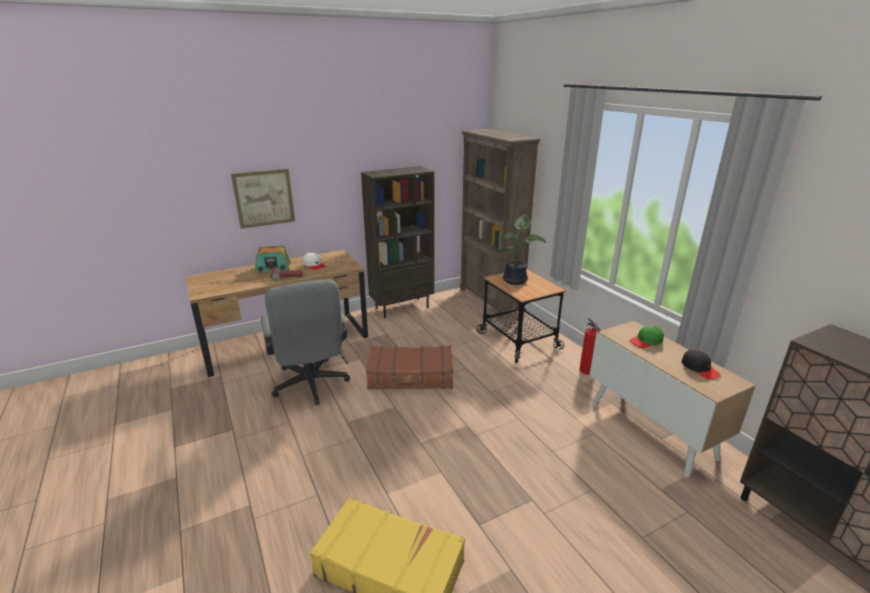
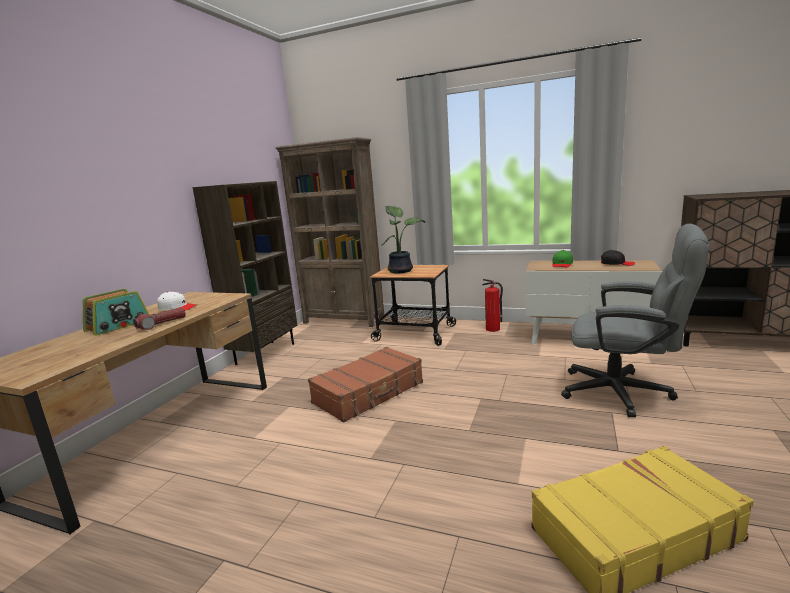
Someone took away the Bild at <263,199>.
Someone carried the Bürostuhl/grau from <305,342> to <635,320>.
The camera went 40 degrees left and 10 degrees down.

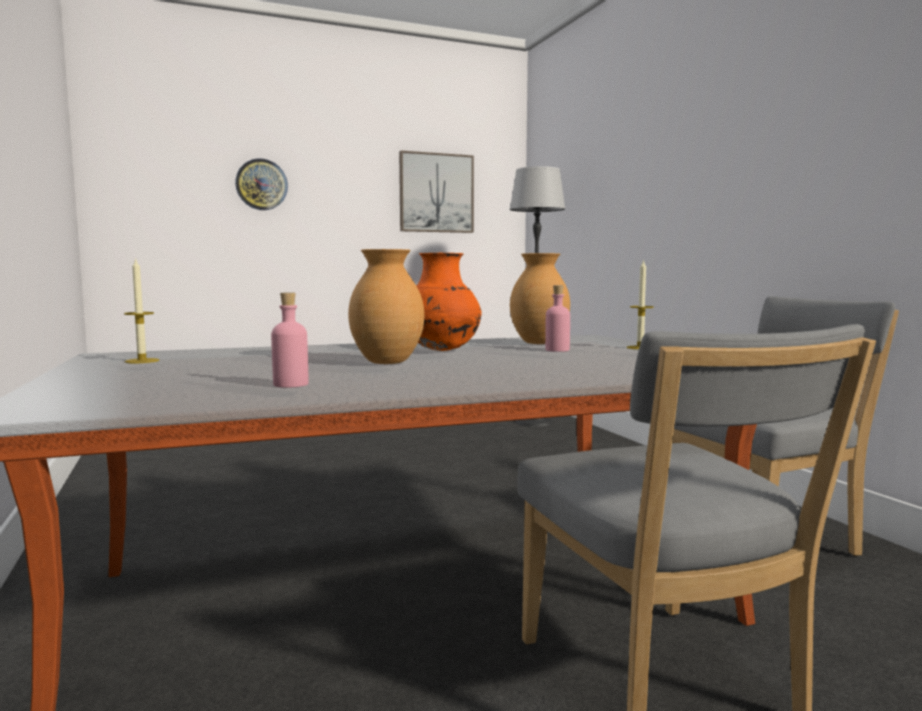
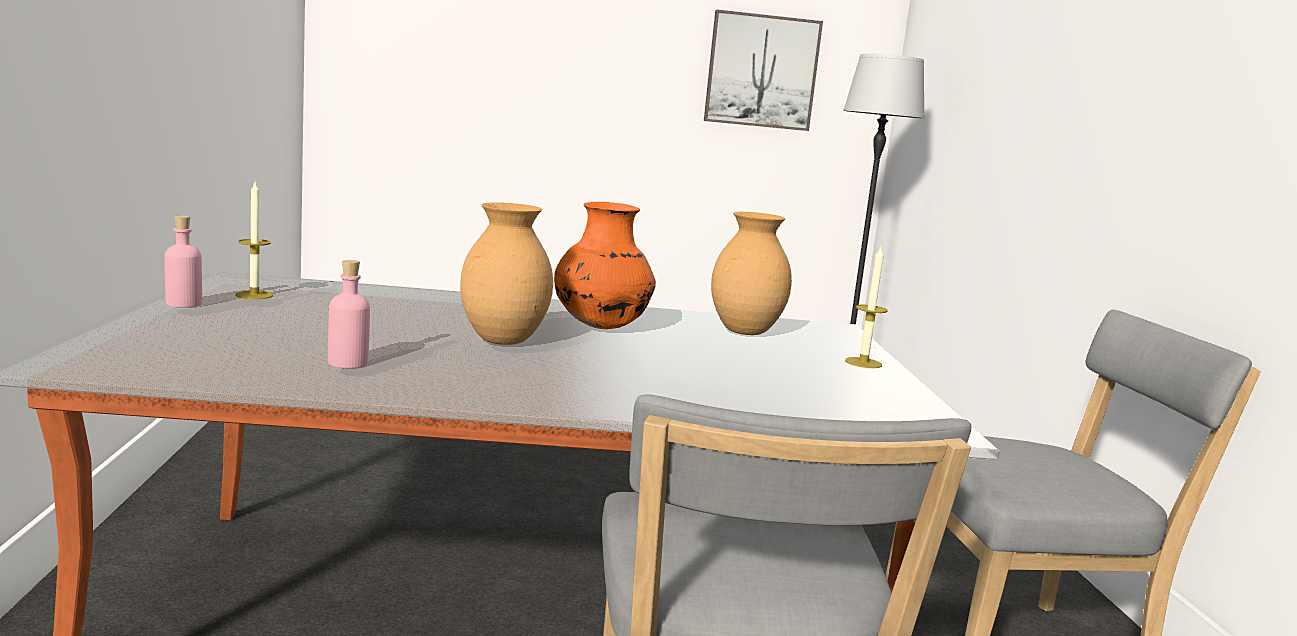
Someone took away the Wanduhr at <261,184>.
Someone carried the Flasche/rosa from <557,318> to <183,262>.
The camera went 15 degrees right and 5 degrees up.

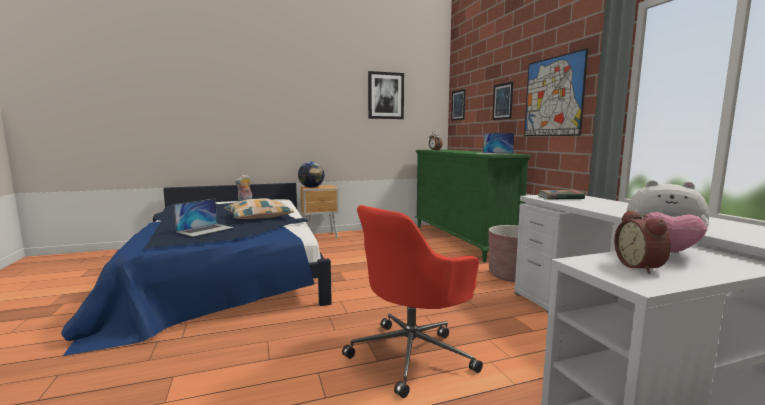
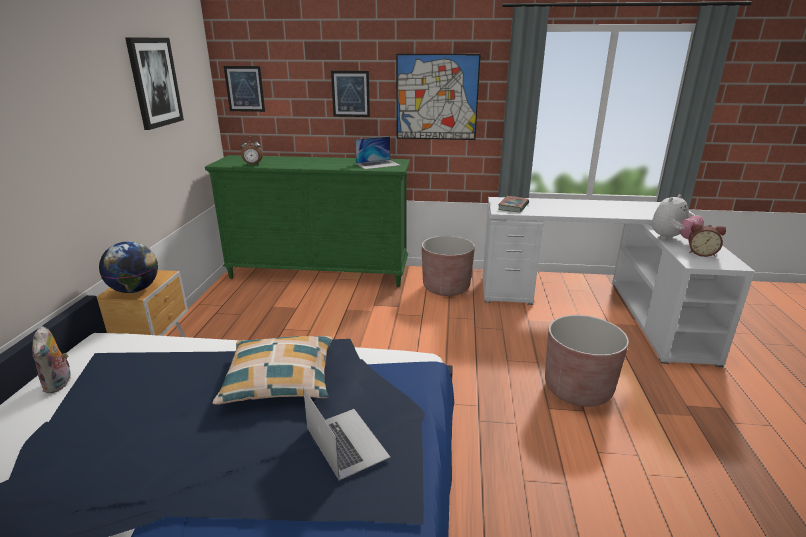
Someone swapped the Bürostuhl/rot at <412,301> for the Pflanzkübel/braun at <587,361>.
The camera went 65 degrees left and 15 degrees up.

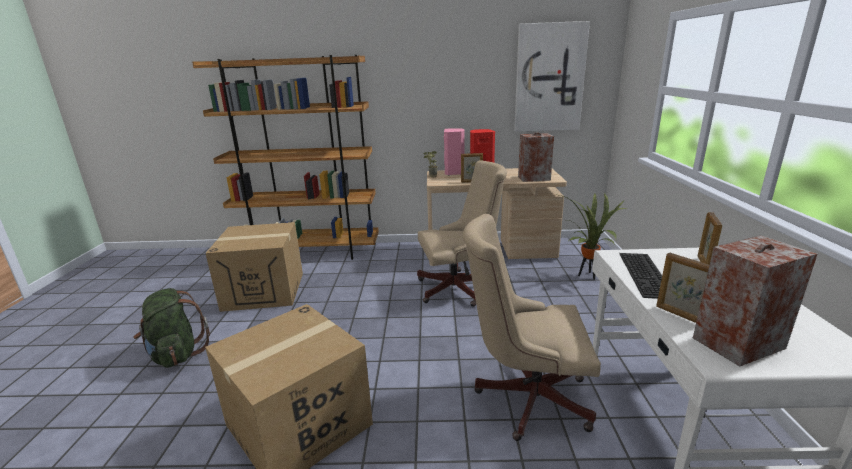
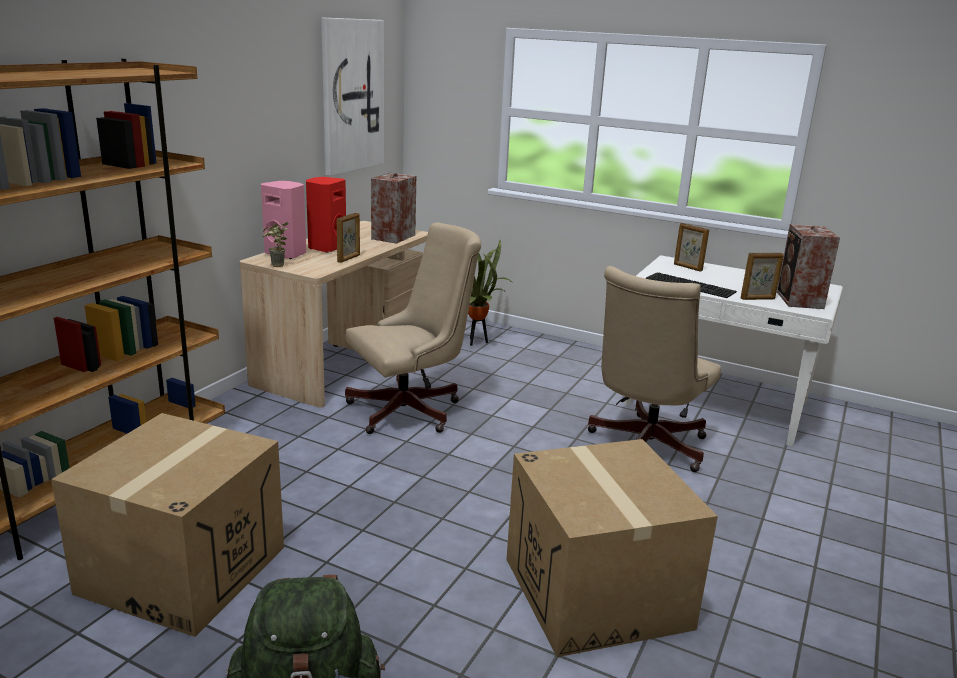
Someone rotated the Bürostuhl/beige at <462,233> by 45 degrees clockwise.
The camera went 65 degrees left and 0 degrees up.

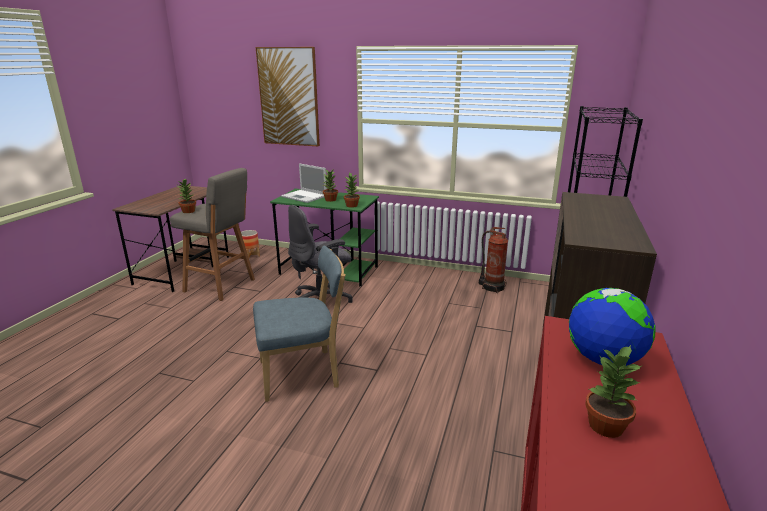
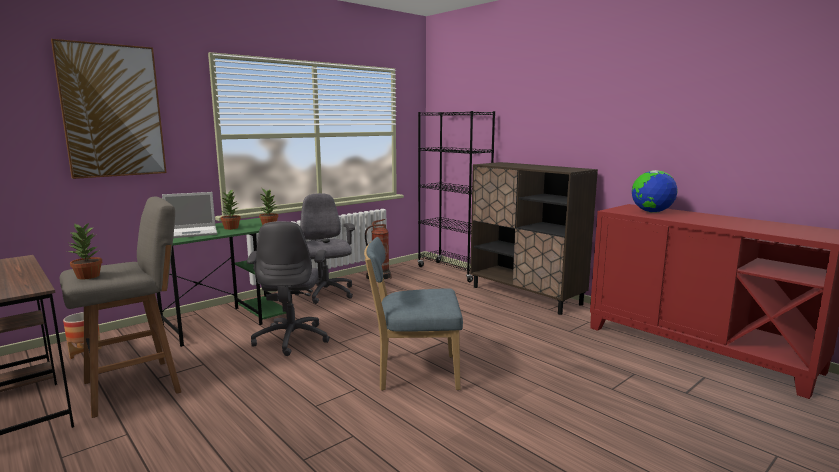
Someone took away the Topfpflanze at <614,391>.
Someone put down the Bürostuhl/grau at <325,248>.
Someone rotated the Stuhl/blau at <299,324> by 105 degrees counterclockwise.
The camera went 60 degrees left and 10 degrees down.

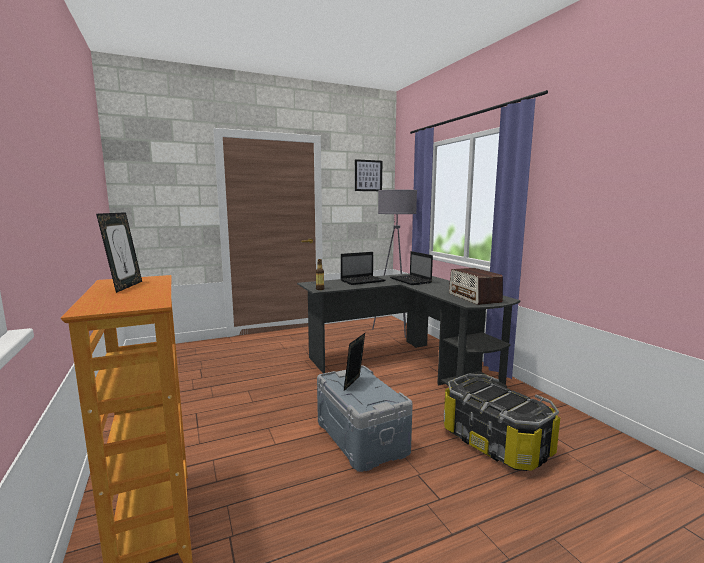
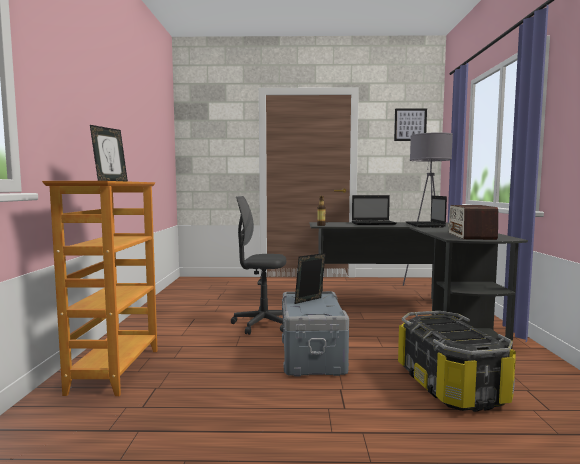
Someone put down the Bürostuhl/grau at <258,265>.
The camera went 25 degrees right and 5 degrees down.

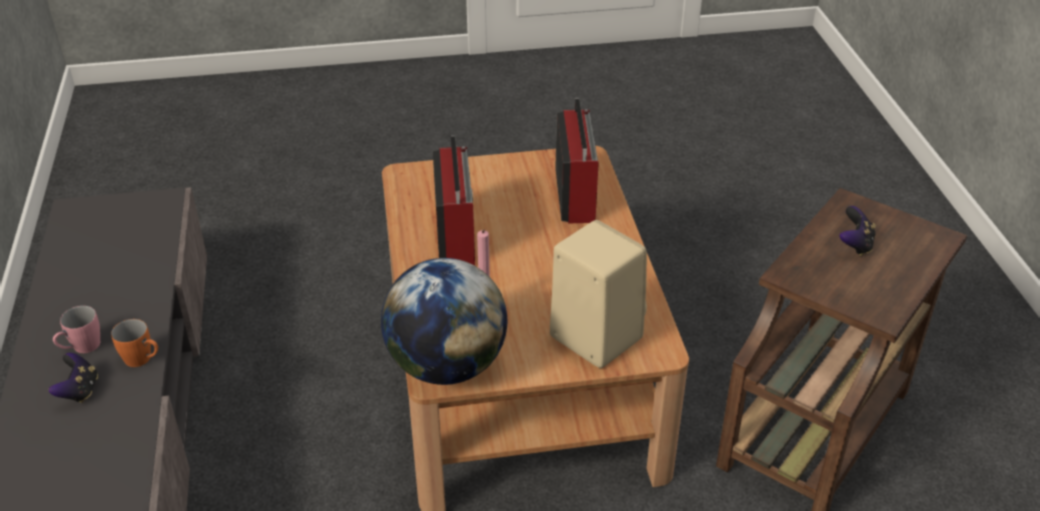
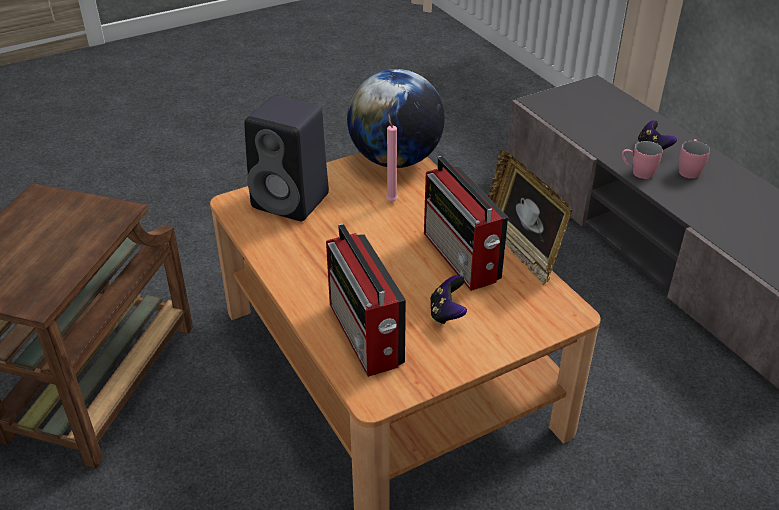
Someone put down the Bilderrahmen at <530,217>.
Someone carried the Gamepad from <858,231> to <448,300>.
Someone repainted the Henkelbecher/orange at <134,343>, which became the Henkelbecher/rosa at <642,160>.
Someone repainted the Lautsprecher/beige at <598,294>, which became the Lautsprecher/schwarz at <286,158>.
The camera went 160 degrees right and 0 degrees up.

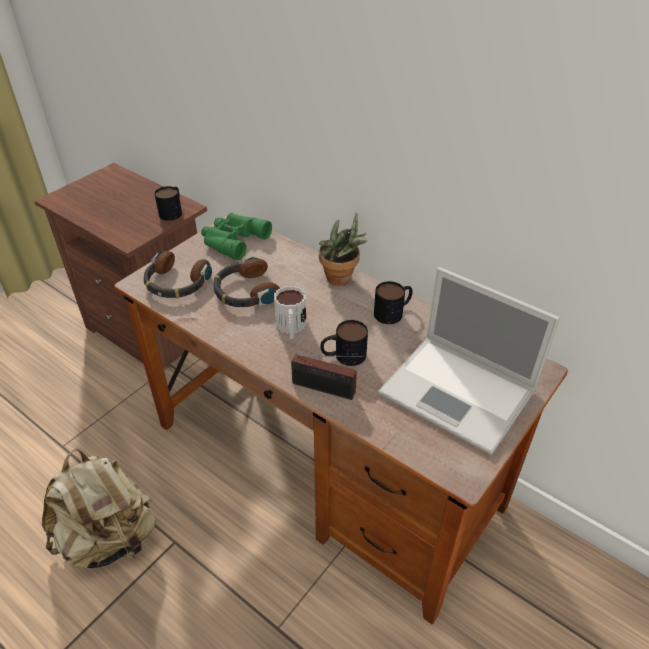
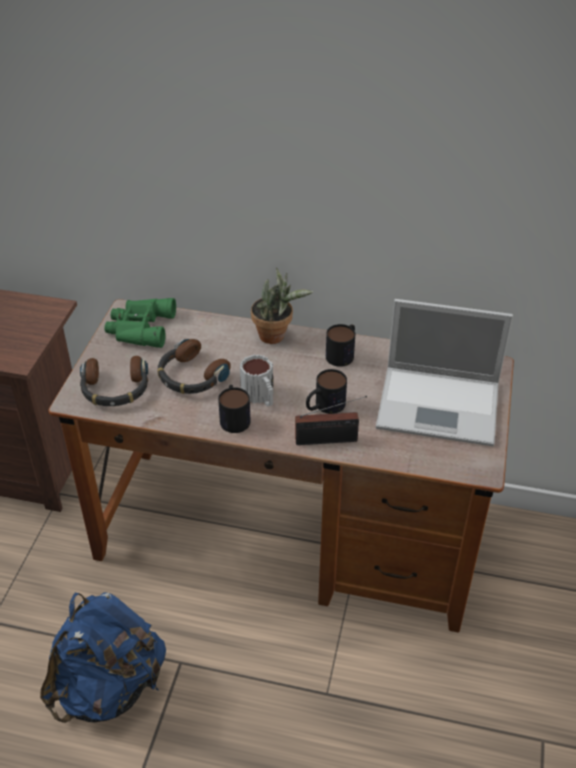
Someone carried the Henkelbecher from <168,203> to <234,409>.
Someone repainted the Rucksack/beige at <99,508>, which became the Rucksack/blau at <103,658>.
The camera went 25 degrees left and 0 degrees up.

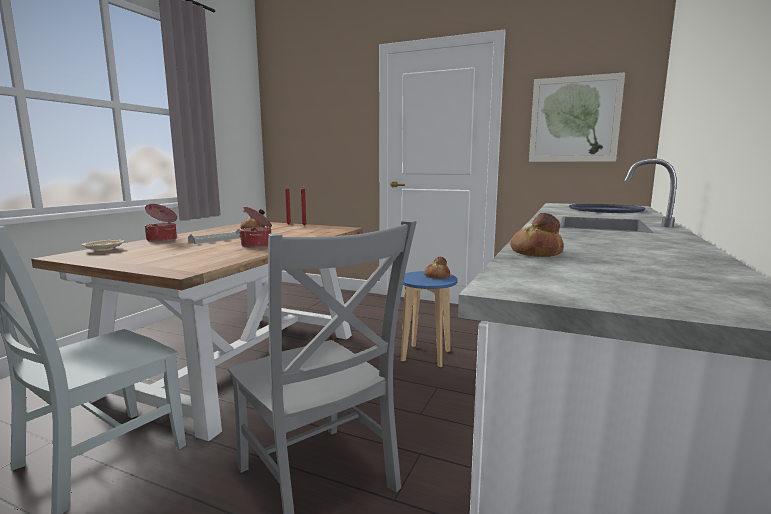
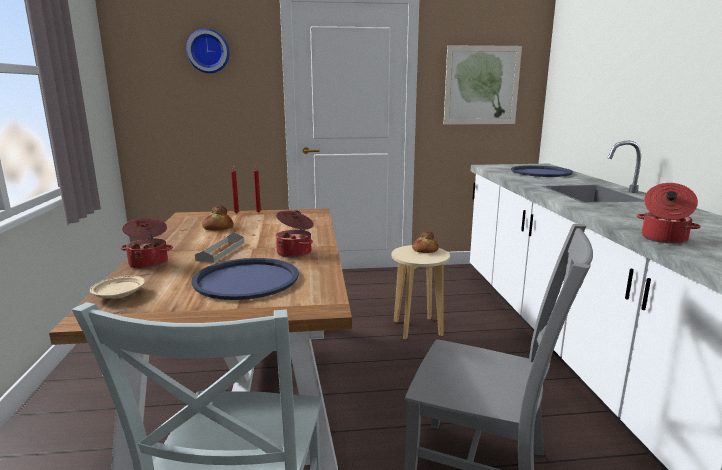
Someone put up the Wanduhr at <207,51>.
Someone put down the Tablett/blau at <245,279>.
Someone swapped the Brot at <537,235> for the Kochtopf at <668,213>.
Someone repainted the Hocker/blau at <429,319>, which became the Hocker/beige at <421,292>.
The camera went 30 degrees left and 5 degrees up.

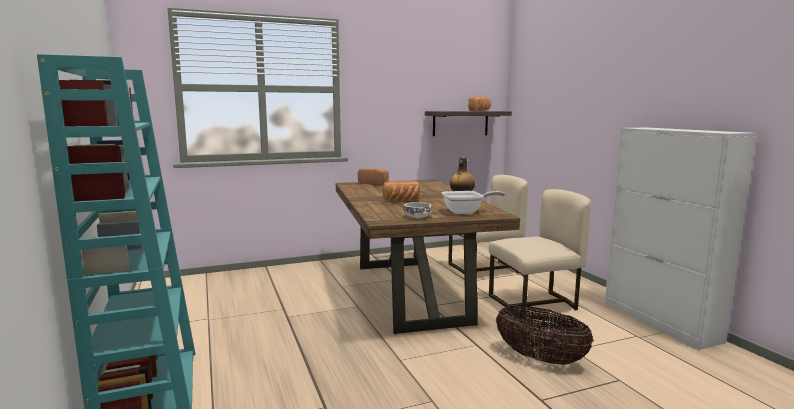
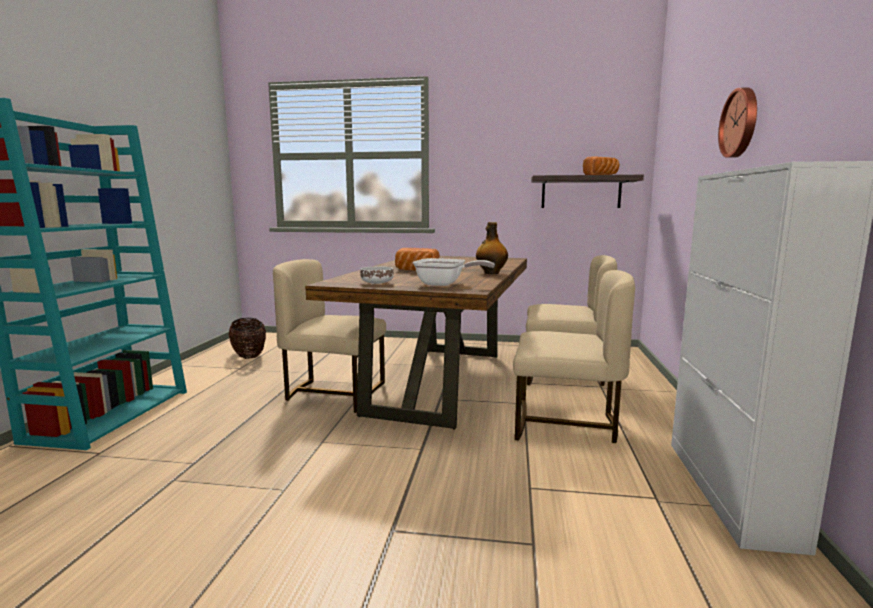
Someone took away the Brot at <373,177>.
Someone put down the Stuhl/beige at <329,336>.
Someone put up the Wanduhr at <737,122>.
Someone carried the Korb from <545,335> to <247,338>.
The camera went 30 degrees right and 0 degrees up.

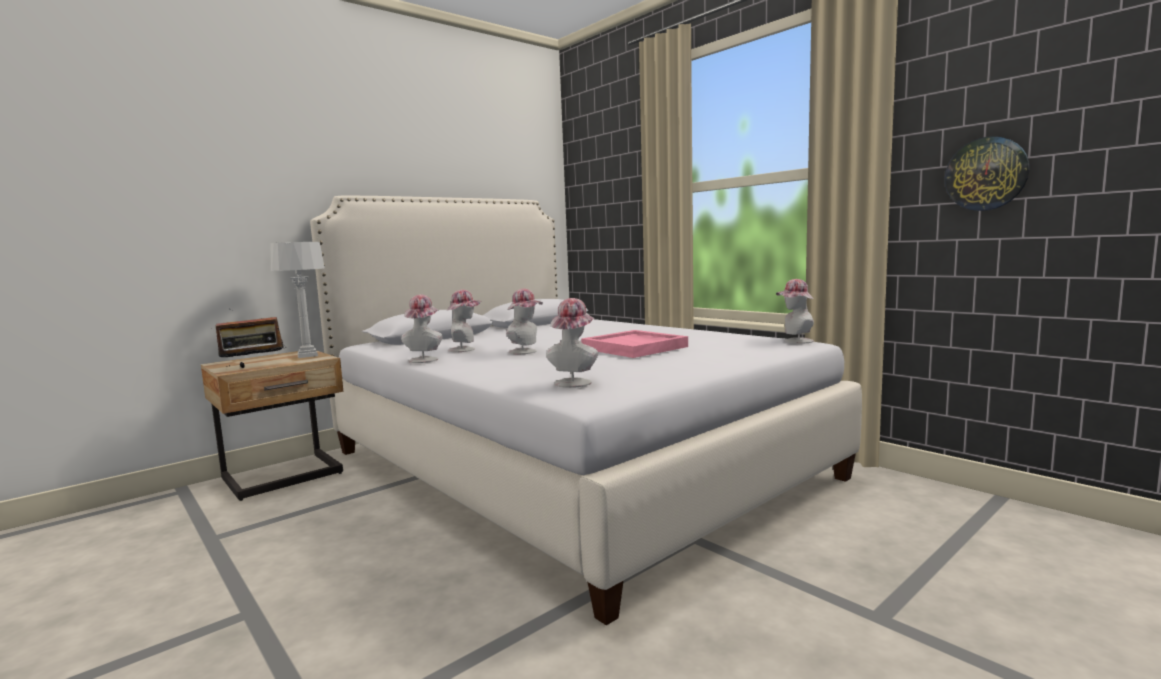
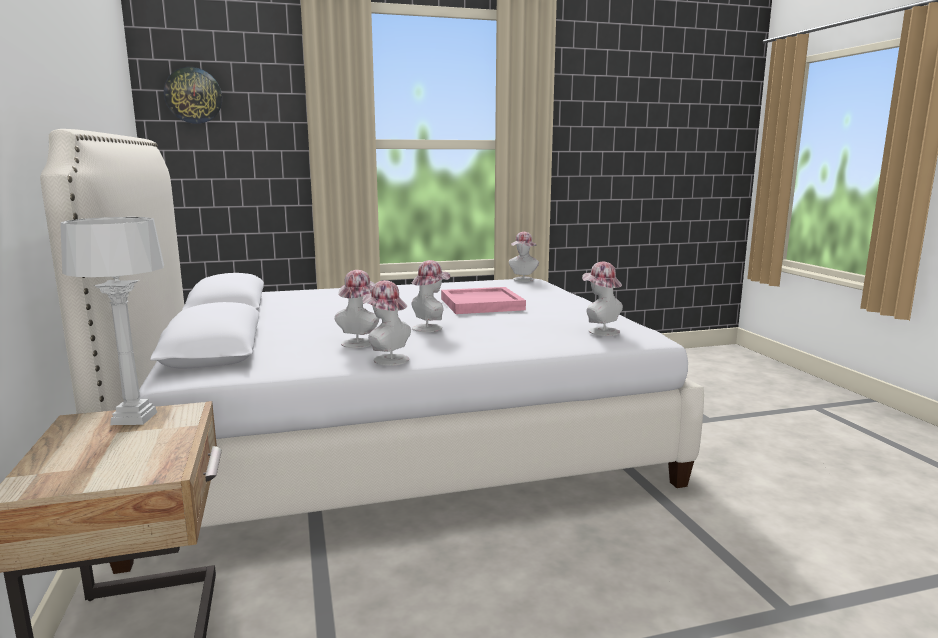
Someone took away the Radio at <248,342>.
Someone carried the Wanduhr from <987,173> to <193,95>.
The camera went 65 degrees left and 5 degrees up.

